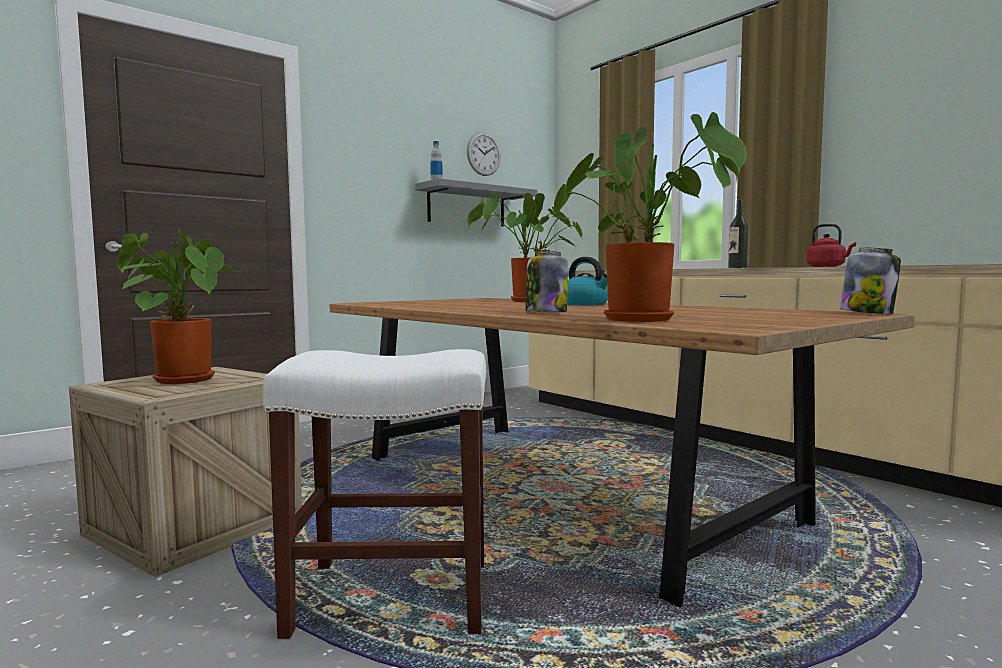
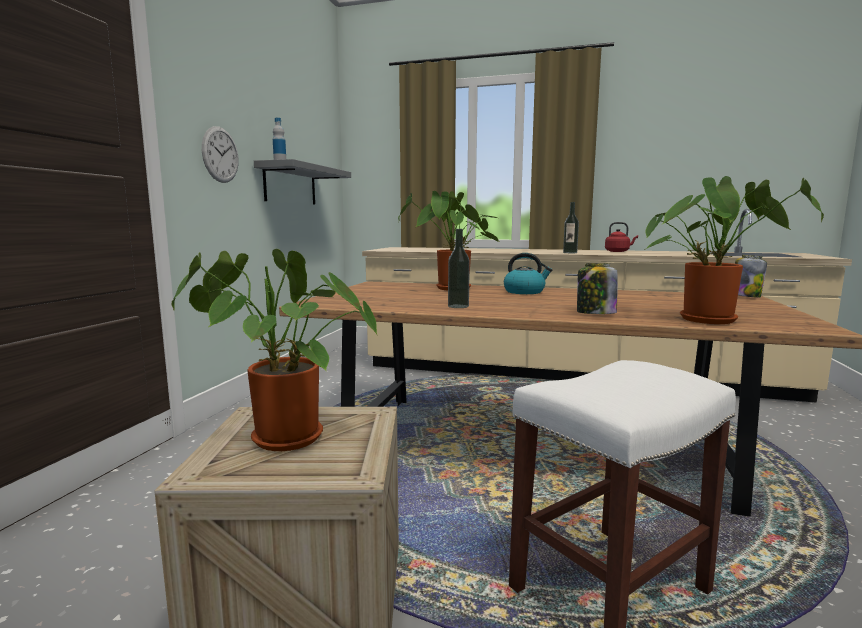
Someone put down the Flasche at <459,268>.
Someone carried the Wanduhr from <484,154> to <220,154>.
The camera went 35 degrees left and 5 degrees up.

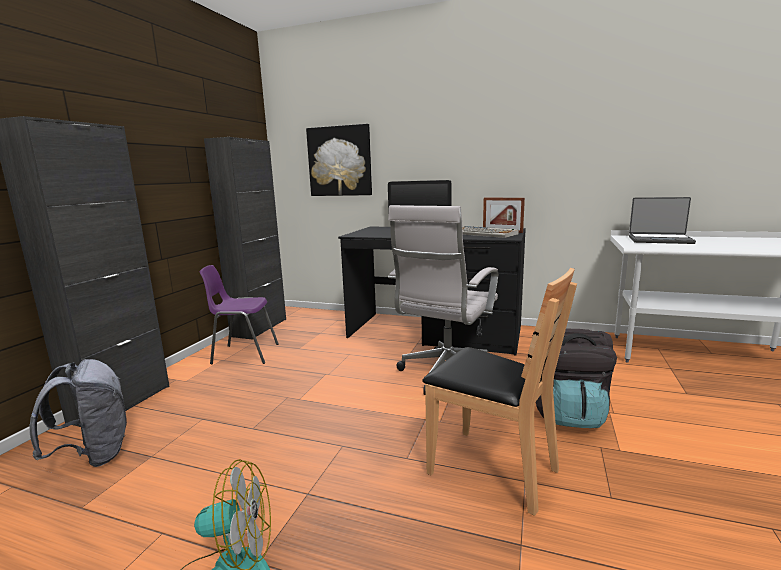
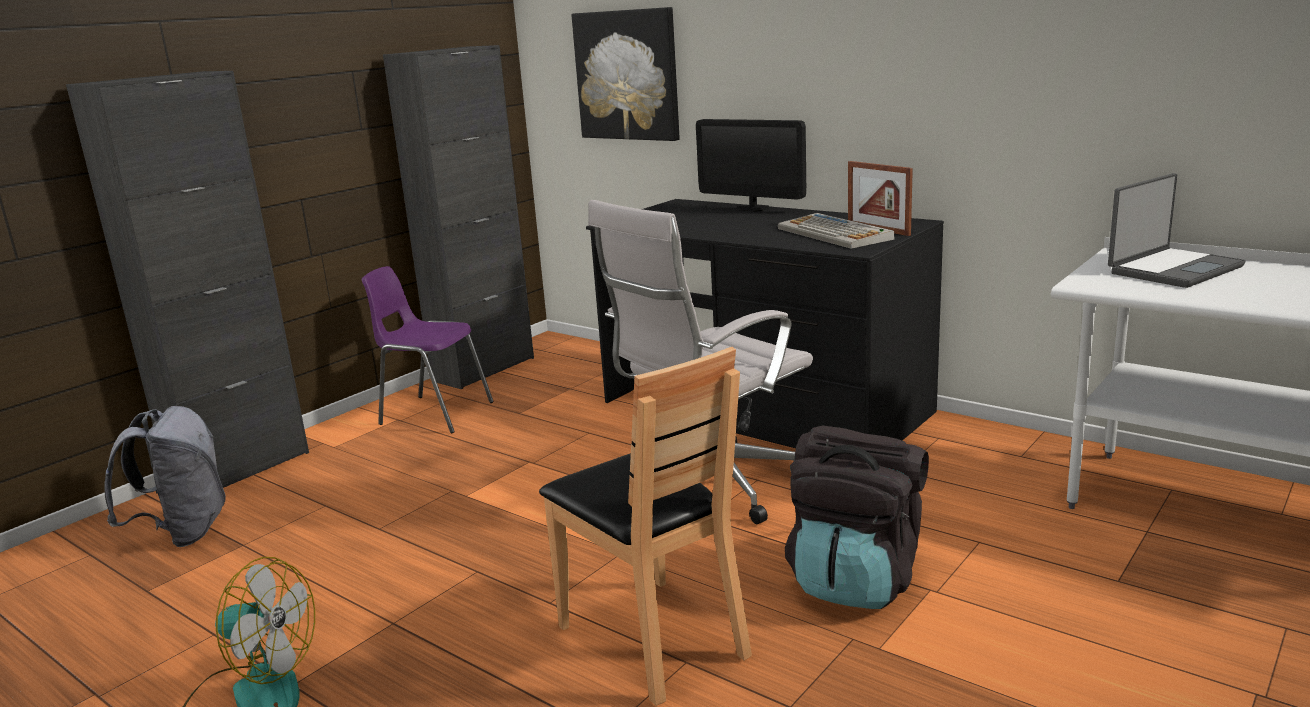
Someone rotated the Laptop at <662,220> by 75 degrees counterclockwise.
The camera went 20 degrees right and 5 degrees up.

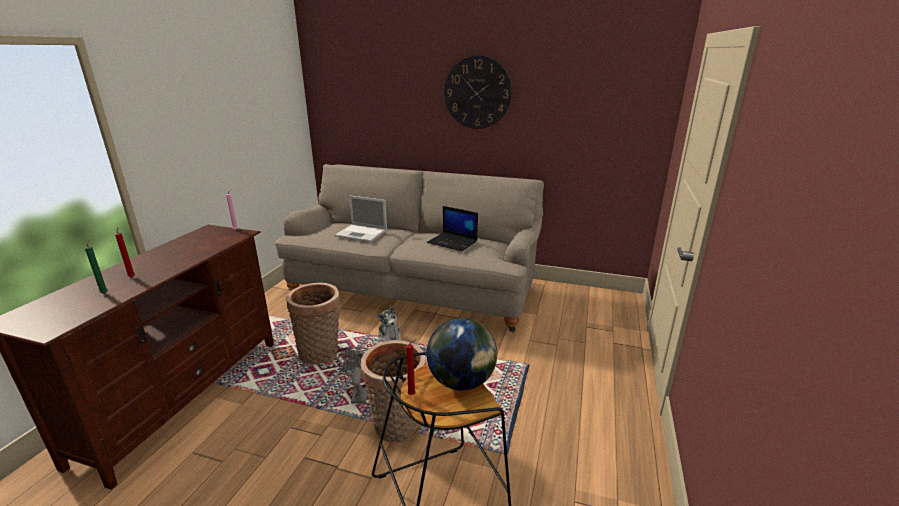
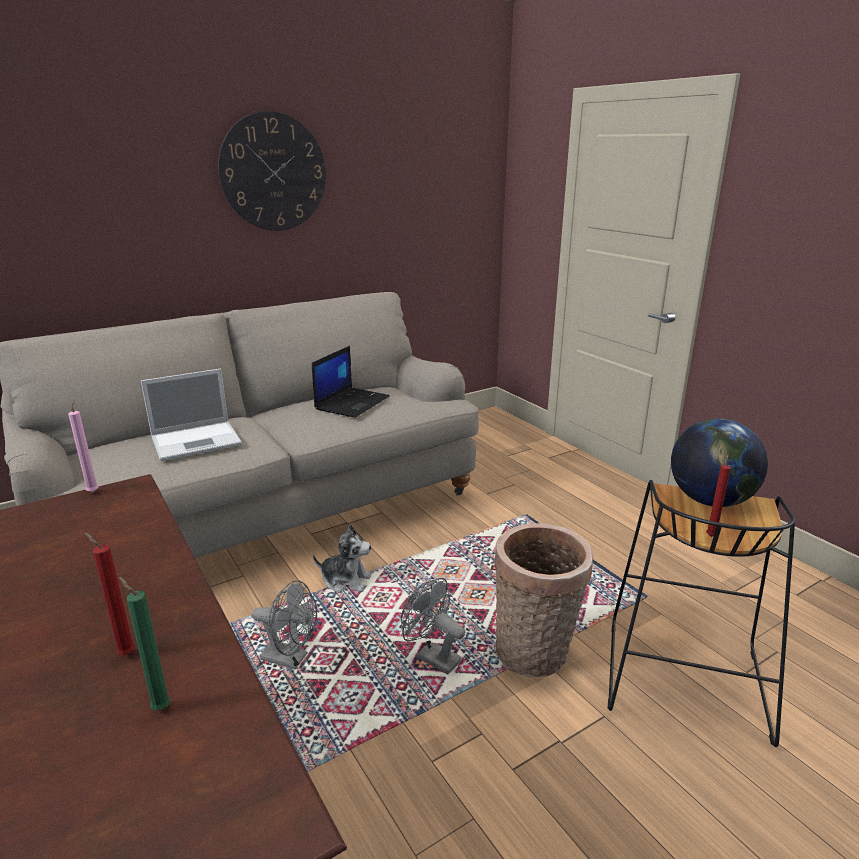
Someone swapped the Korb at <313,324> for the Ventilator/grau at <284,625>.
Someone rotated the Laptop at <452,228> by 45 degrees counterclockwise.
The camera went 50 degrees left and 0 degrees up.

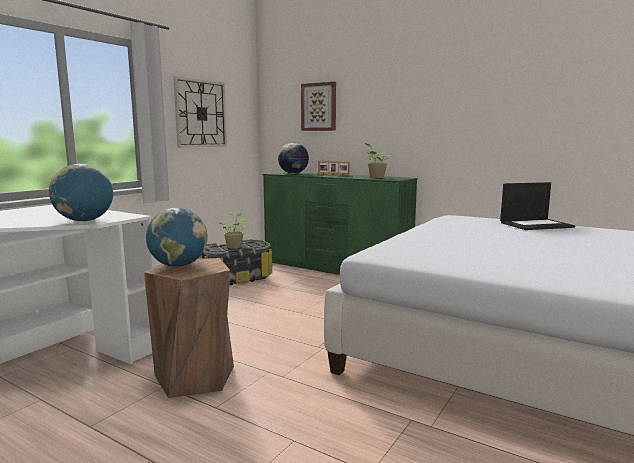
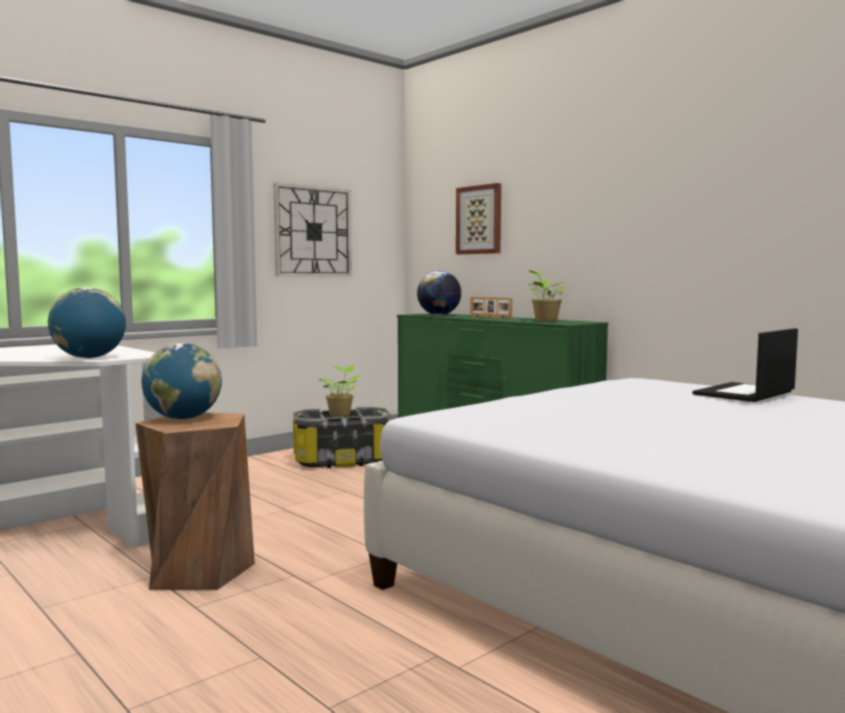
Someone rotated the Laptop at <538,206> by 135 degrees clockwise.
The camera went 15 degrees right and 5 degrees down.

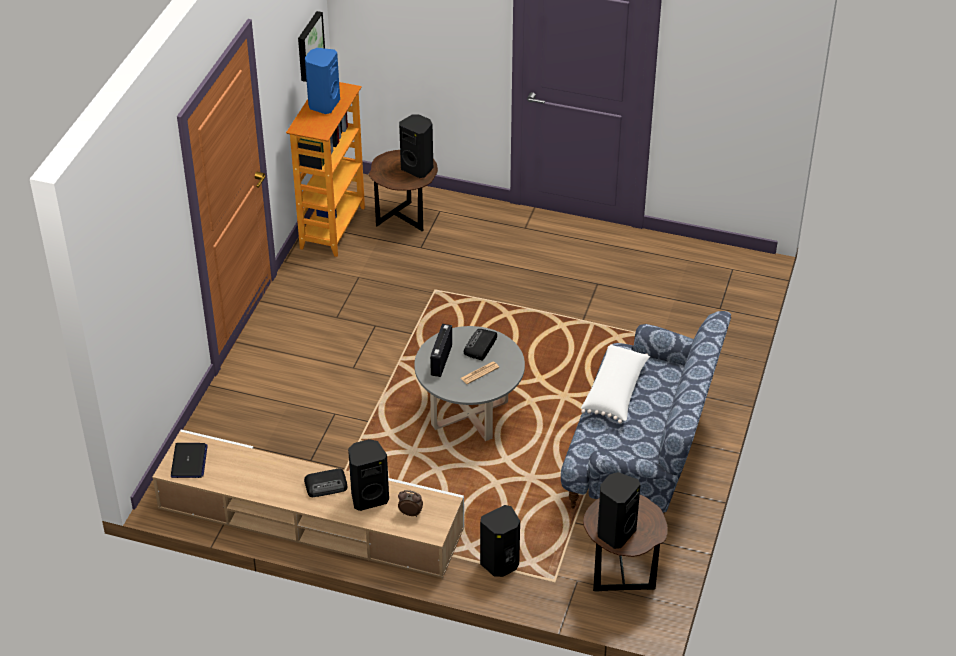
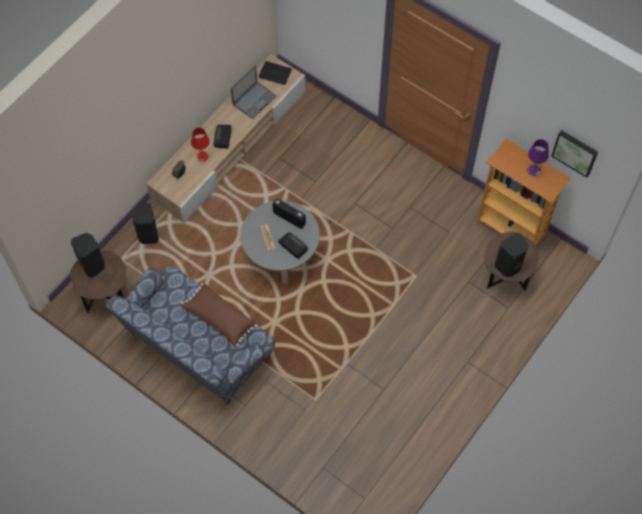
Someone put down the Laptop at <254,92>.
Someone swapped the Lautsprecher/blau at <322,81> for the Tischlampe/lila at <538,157>.
Someone swapped the Lautsprecher/schwarz at <368,475> for the Tischlampe/rot at <200,144>.
Someone repainted the Kissen/weiß at <615,384>, which became the Kissen/braun at <219,315>.
The camera went 110 degrees right and 20 degrees up.

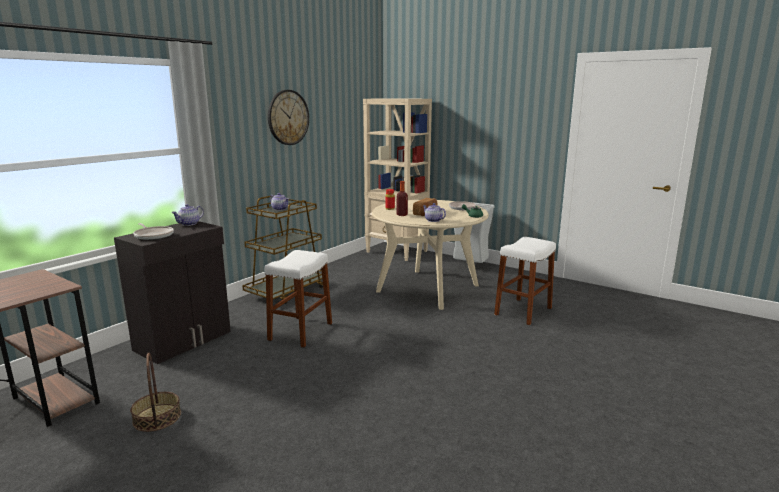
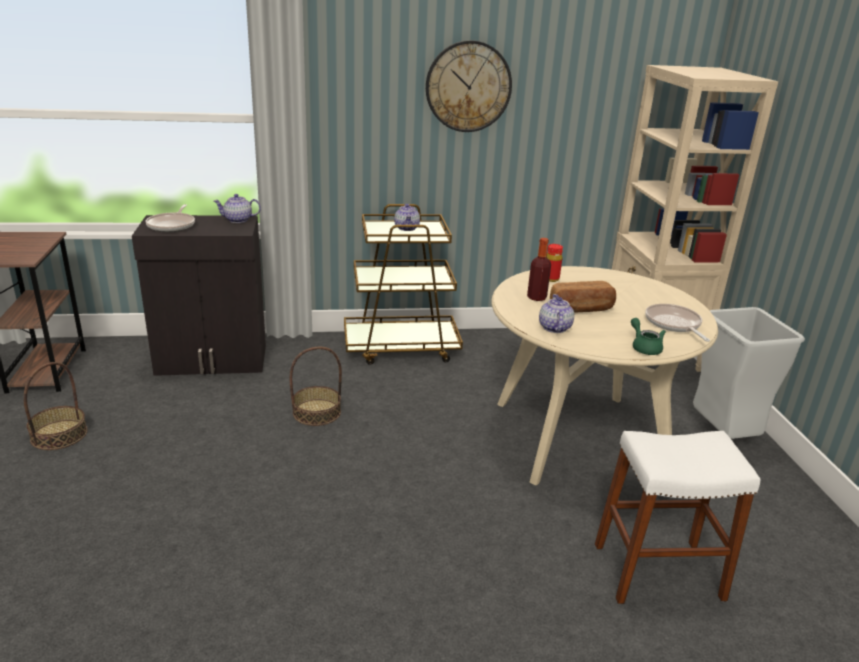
Someone swapped the Hocker/weiß at <298,299> for the Korb at <316,386>.
The camera went 45 degrees right and 10 degrees up.

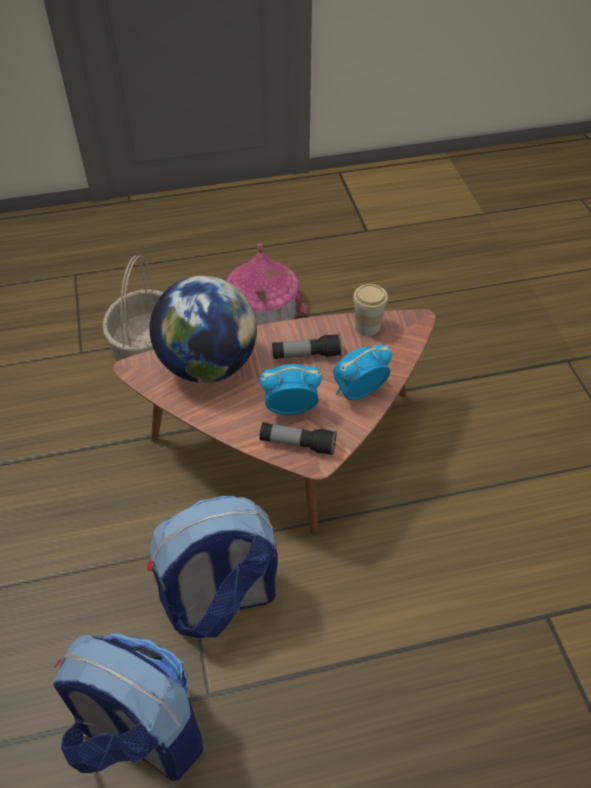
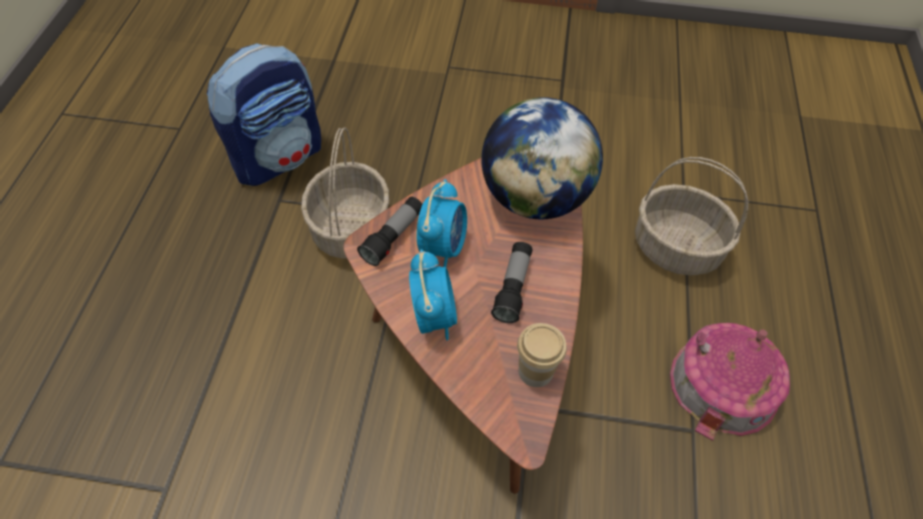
Someone swapped the Rucksack at <212,567> for the Korb at <345,193>.
The camera went 110 degrees right and 5 degrees up.

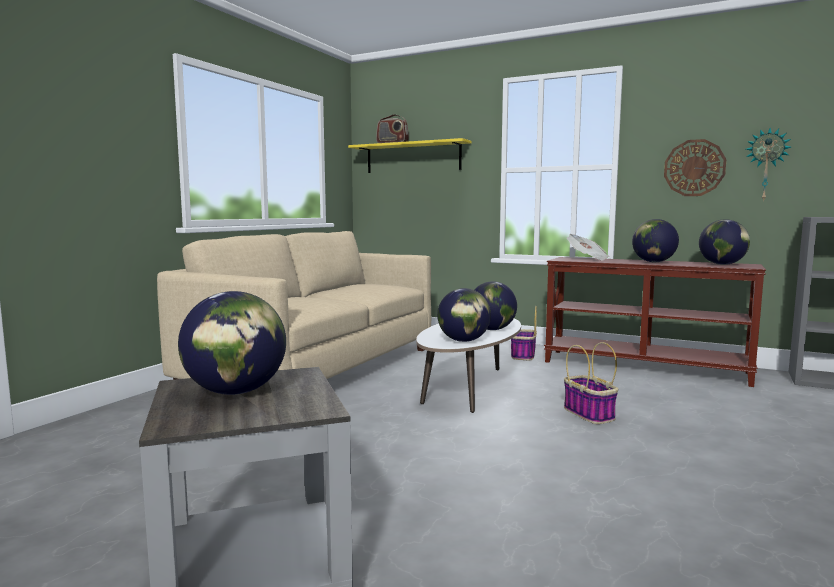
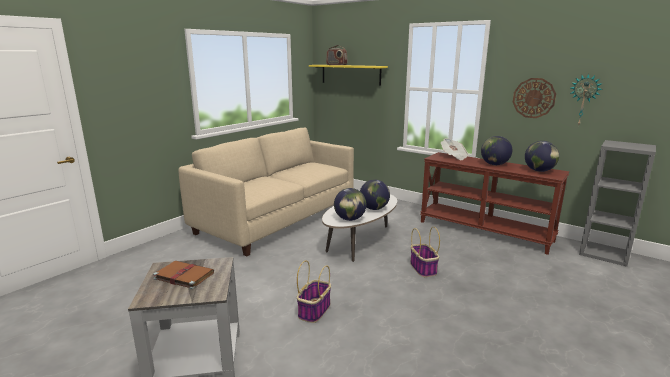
Someone carried the Korb from <524,333> to <314,291>.
Someone swapped the Globus at <232,343> for the Buch/braun at <183,275>.
The camera went 10 degrees right and 10 degrees up.

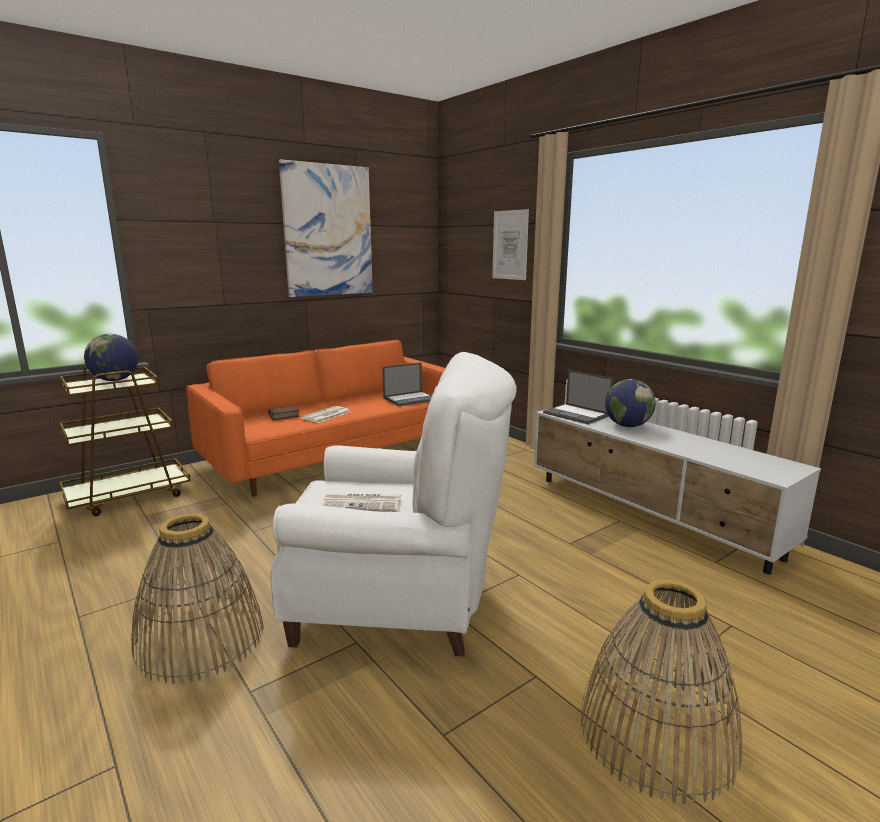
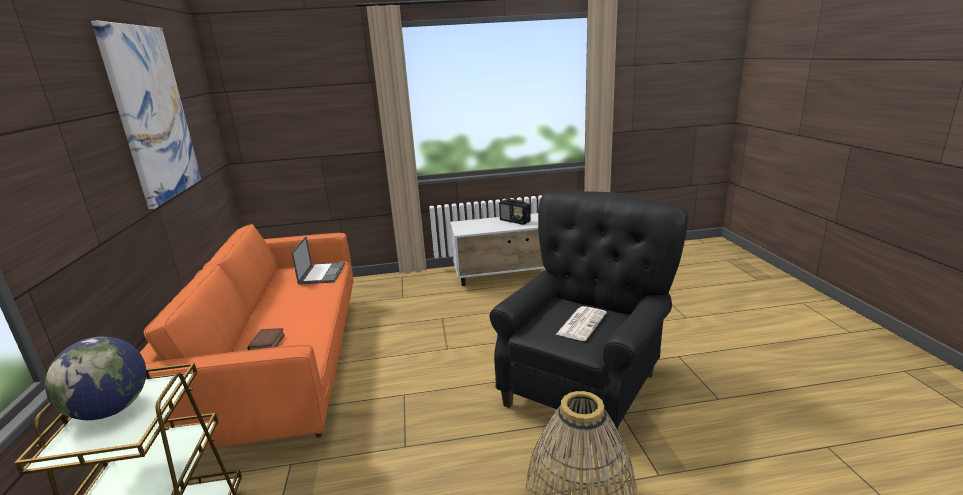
Someone took away the Zeitung at <325,414>.
Someone took away the Bild at <510,244>.
Someone took away the Laptop at <578,397>.
Someone took away the Korb at <661,692>.
Someone swapped the Globus at <630,403> for the Radio at <515,212>.
Someone repainted the Sessel/weiß at <393,504>, which became the Sessel/schwarz at <589,319>.
The camera went 60 degrees left and 5 degrees up.

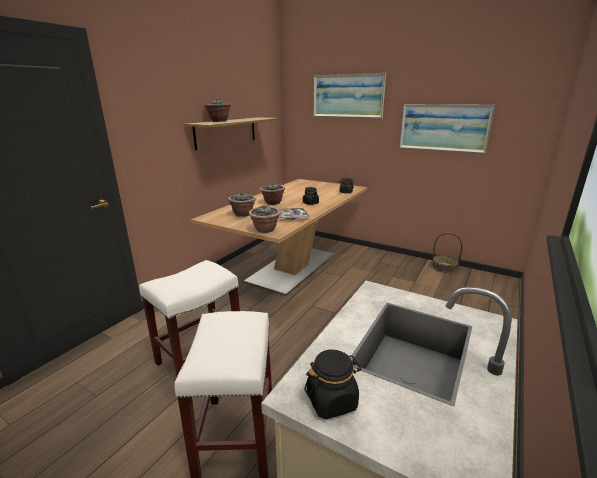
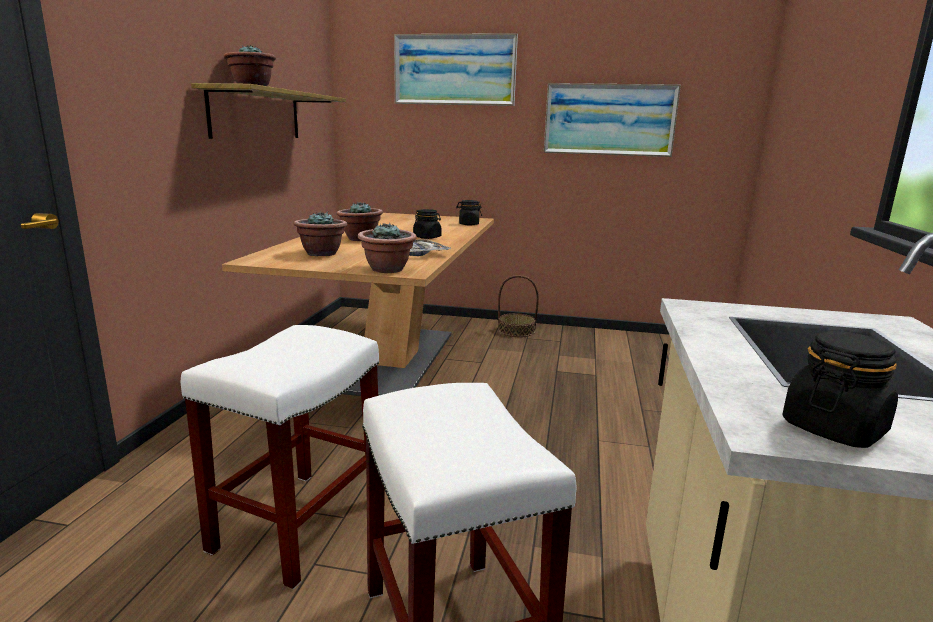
Someone carried the Korb from <447,253> to <518,306>.
The camera went 20 degrees left and 5 degrees down.

